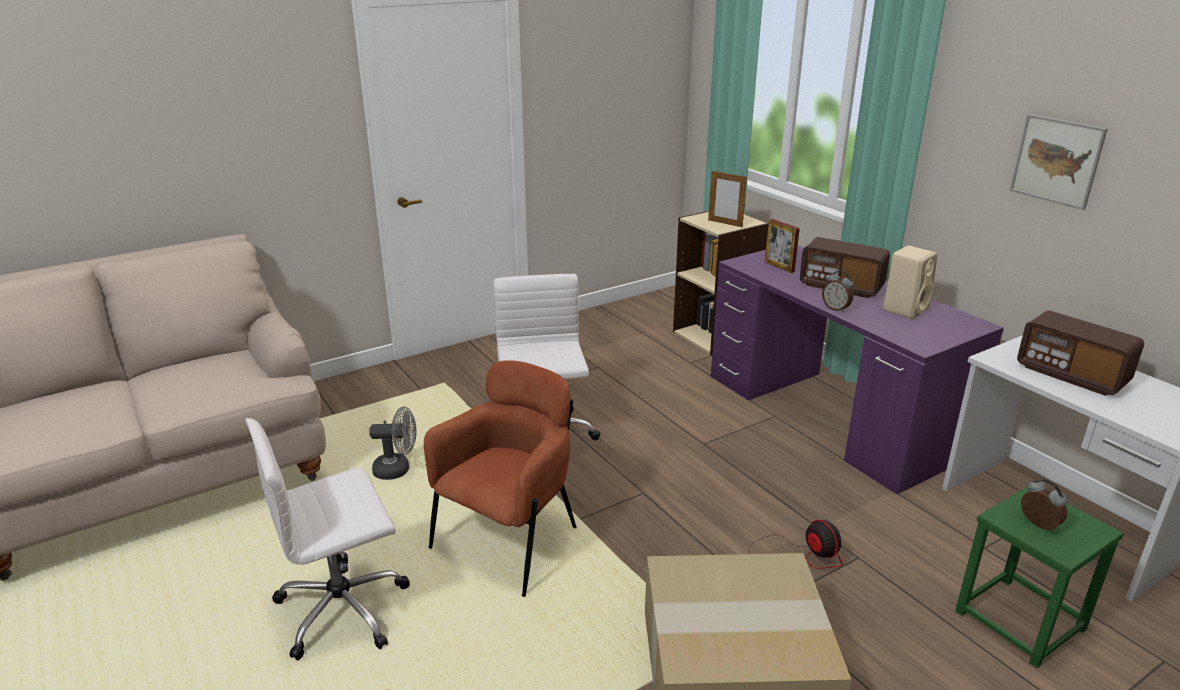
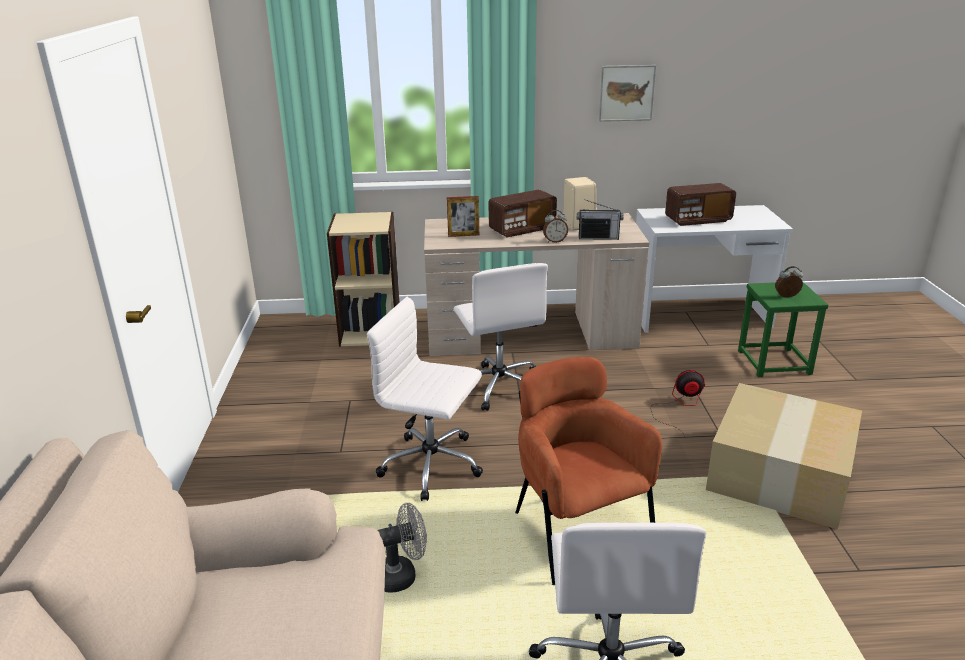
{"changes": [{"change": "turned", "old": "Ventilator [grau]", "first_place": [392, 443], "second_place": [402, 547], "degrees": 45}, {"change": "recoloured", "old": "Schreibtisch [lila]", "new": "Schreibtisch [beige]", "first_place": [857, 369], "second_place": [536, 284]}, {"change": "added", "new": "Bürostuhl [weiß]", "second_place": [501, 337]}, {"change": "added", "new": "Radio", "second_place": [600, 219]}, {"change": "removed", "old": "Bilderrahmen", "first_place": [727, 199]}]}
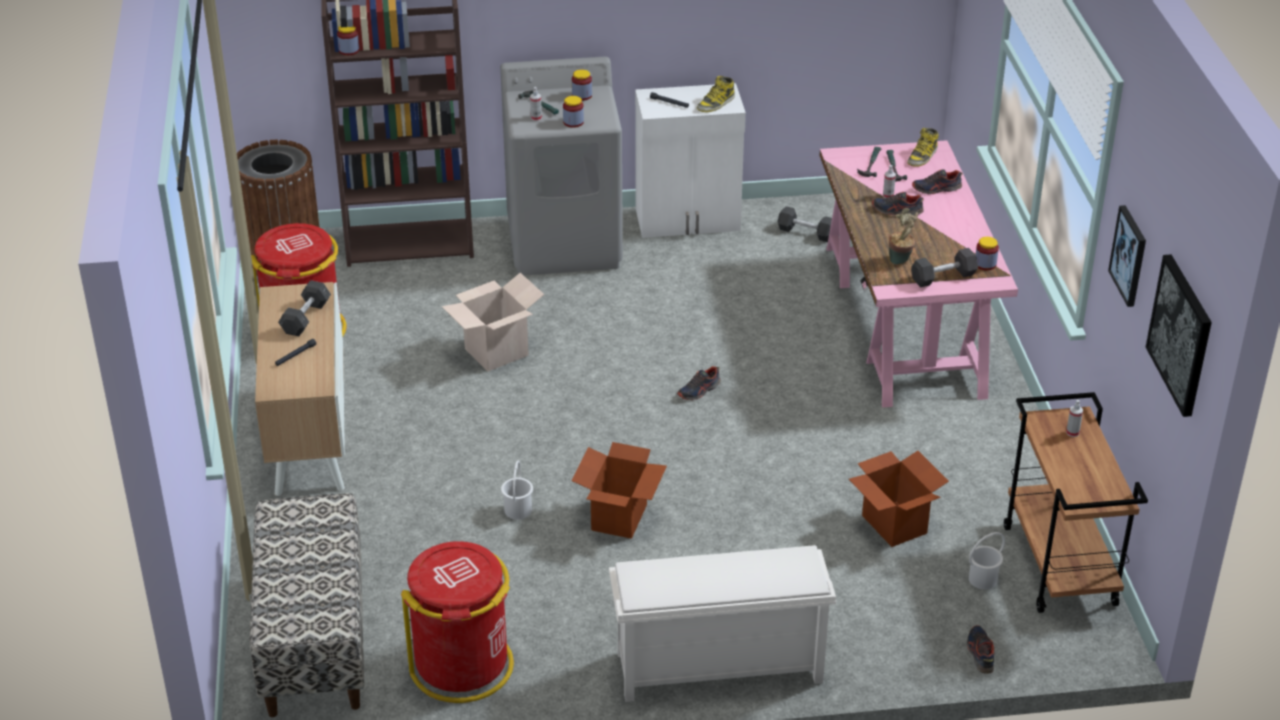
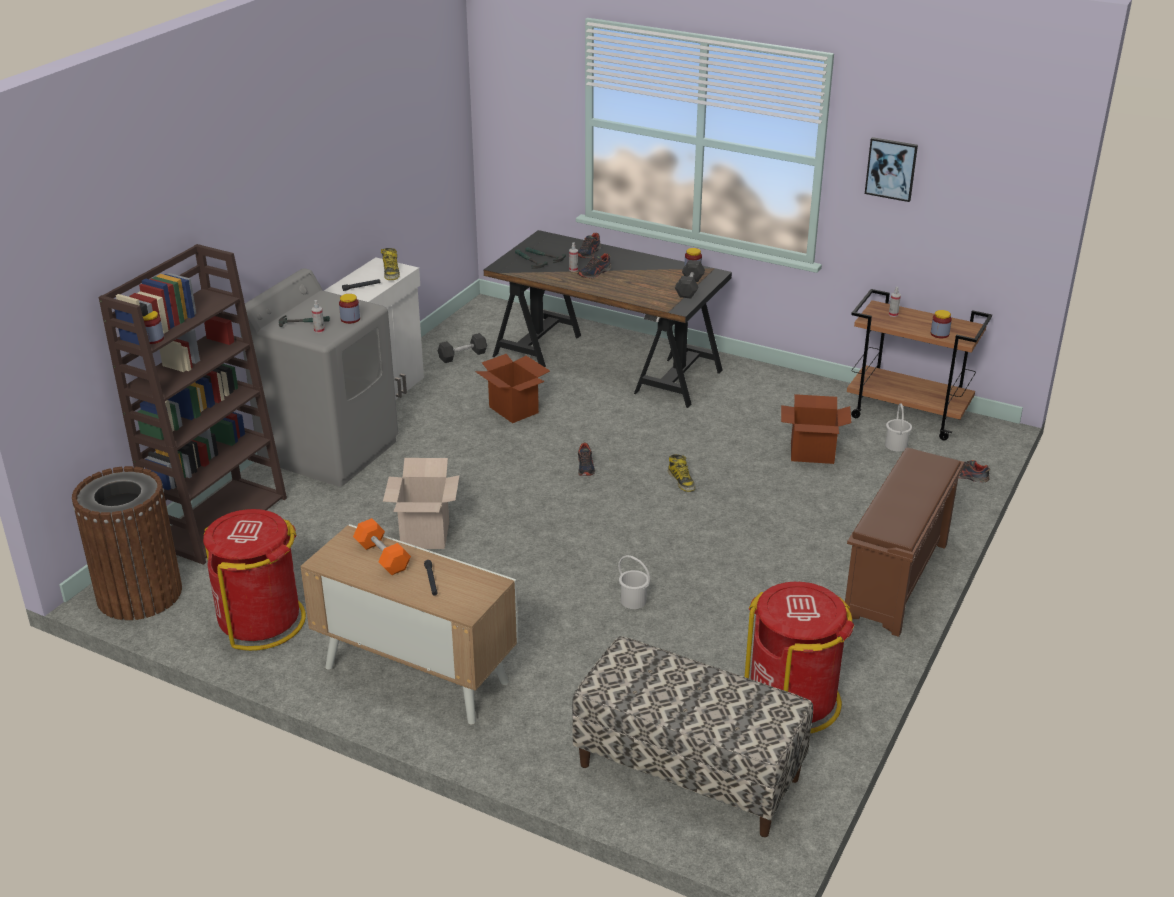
{"changes": [{"change": "recoloured", "old": "Hantel [grau]", "new": "Hantel [orange]", "first_place": [304, 308], "second_place": [382, 546]}, {"change": "moved", "old": "Karton", "first_place": [619, 490], "second_place": [512, 388]}, {"change": "recoloured", "old": "Schreibtisch [rosa]", "new": "Schreibtisch [schwarz]", "first_place": [918, 274], "second_place": [608, 319]}, {"change": "moved", "old": "Stiefel", "first_place": [923, 147], "second_place": [681, 473]}, {"change": "recoloured", "old": "Schuhregal [weiß]", "new": "Schuhregal [braun]", "first_place": [722, 623], "second_place": [904, 542]}, {"change": "moved", "old": "Vorratsglas", "first_place": [582, 85], "second_place": [941, 324]}, {"change": "removed", "old": "Topfpflanze", "first_place": [903, 236]}, {"change": "removed", "old": "Bild", "first_place": [1179, 336]}]}
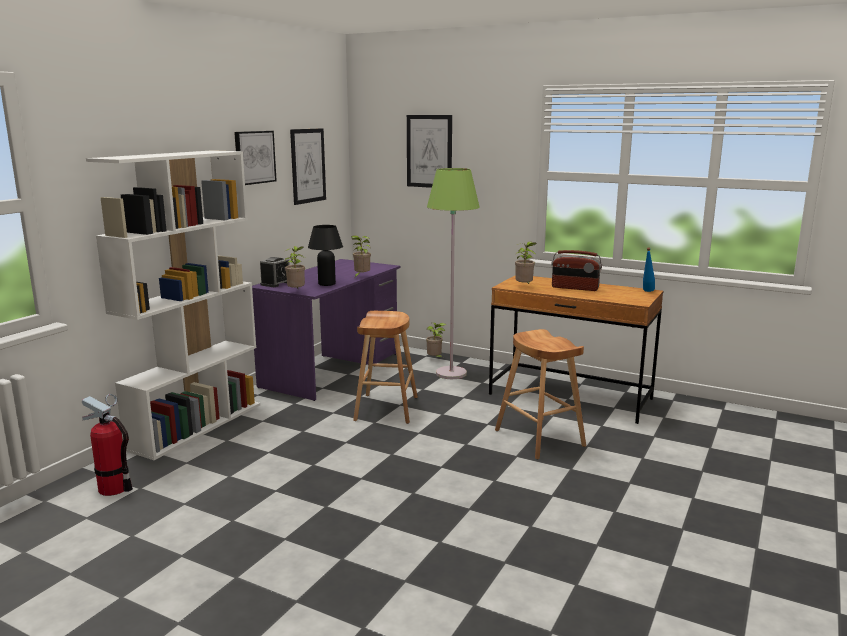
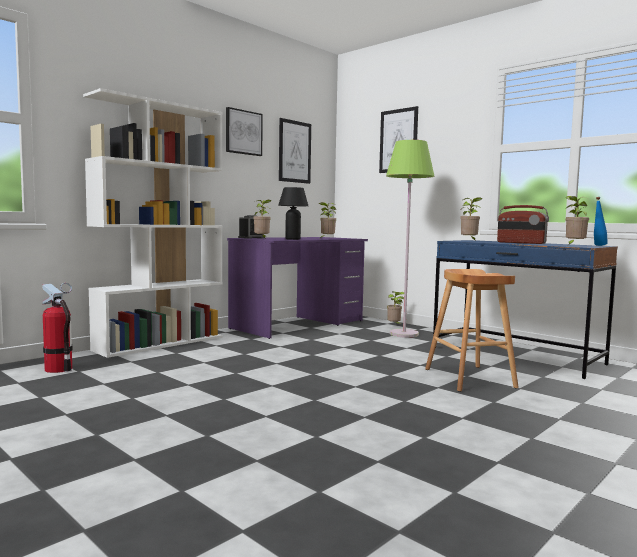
{"changes": [{"change": "recoloured", "old": "Schreibtisch [braun]", "new": "Schreibtisch [blau]", "first_place": [576, 349], "second_place": [525, 309]}, {"change": "added", "new": "Topfpflanze", "second_place": [577, 220]}, {"change": "removed", "old": "Hocker [braun]", "first_place": [385, 367]}]}
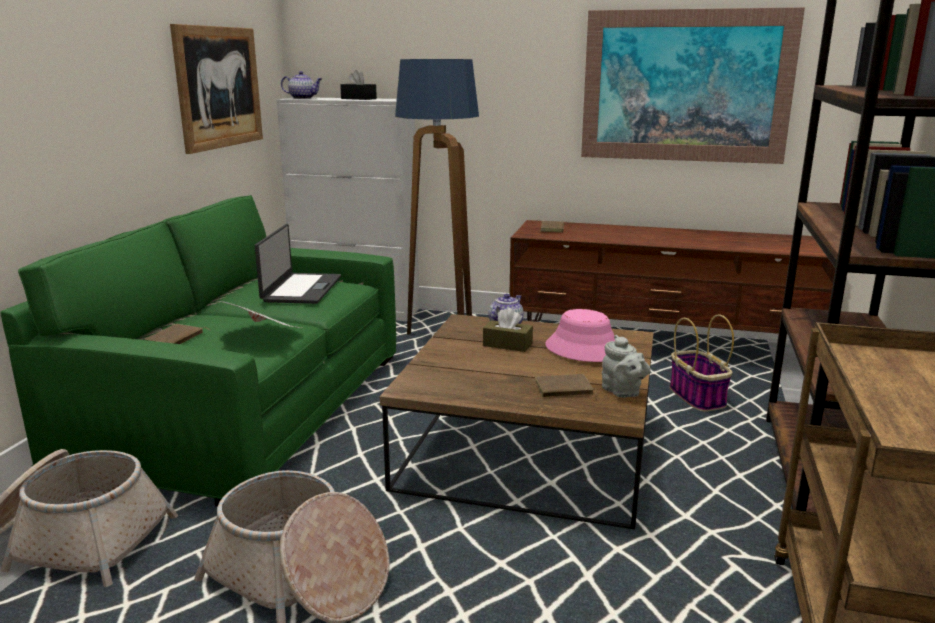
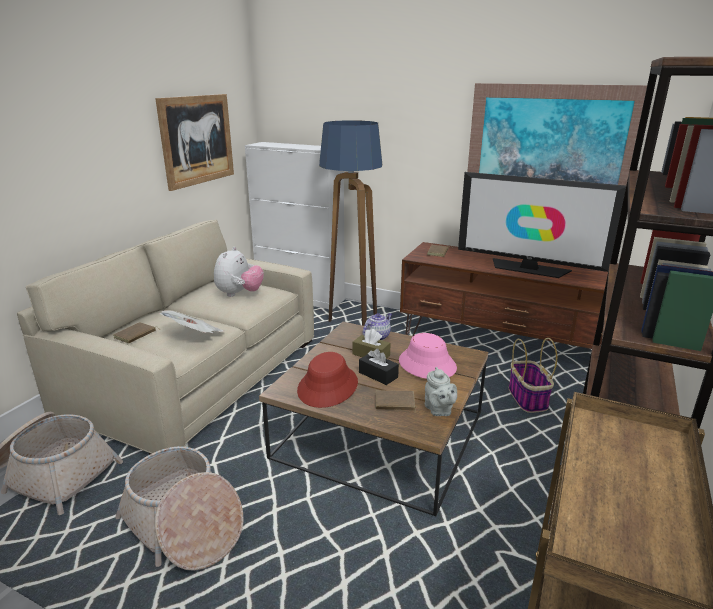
{"changes": [{"change": "recoloured", "old": "Sofa [grün]", "new": "Sofa [beige]", "first_place": [198, 351], "second_place": [165, 337]}, {"change": "replaced", "old": "Laptop", "new": "Plüschtier", "first_place": [298, 264], "second_place": [239, 272]}, {"change": "added", "new": "Hut [rot]", "second_place": [327, 380]}, {"change": "moved", "old": "Taschentuchbox [schwarz]", "first_place": [358, 85], "second_place": [379, 366]}, {"change": "added", "new": "Fernseher", "second_place": [542, 225]}, {"change": "removed", "old": "Teekanne", "first_place": [301, 85]}]}
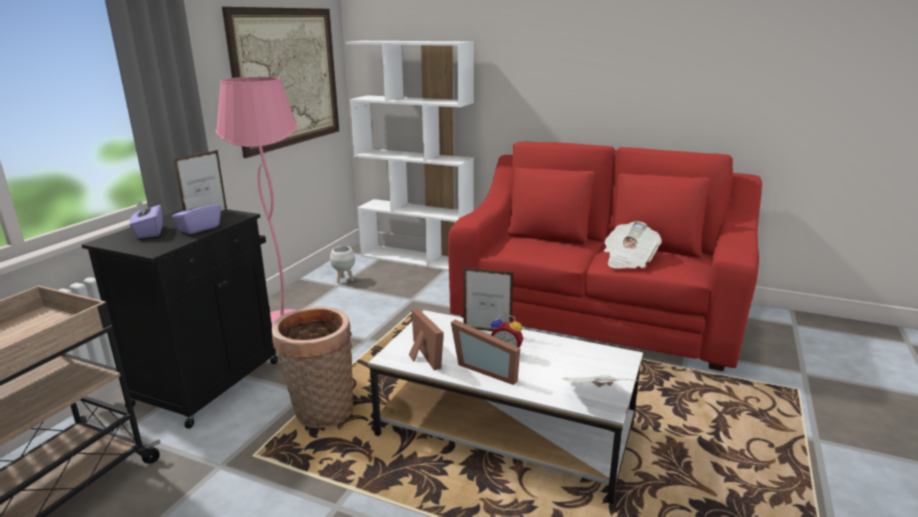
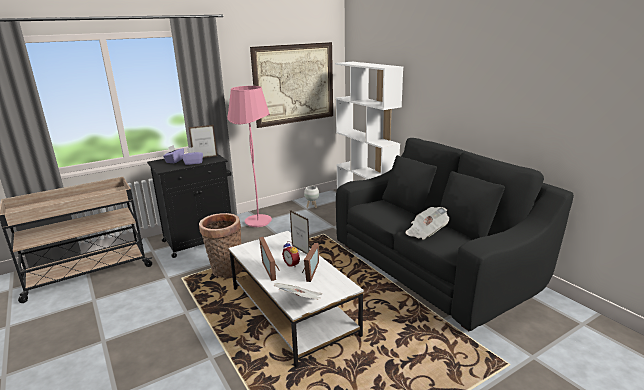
{"changes": [{"change": "moved", "old": "Bilderrahmen", "first_place": [426, 339], "second_place": [310, 262]}, {"change": "recoloured", "old": "Sofa [rot]", "new": "Sofa [schwarz]", "first_place": [605, 256], "second_place": [455, 234]}]}
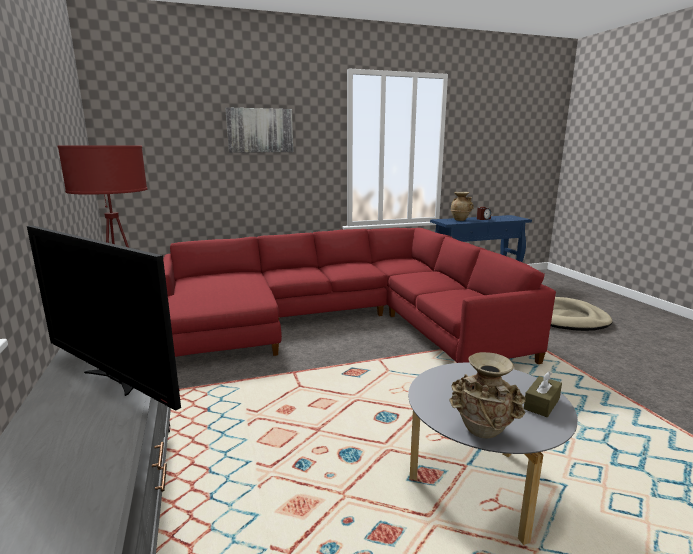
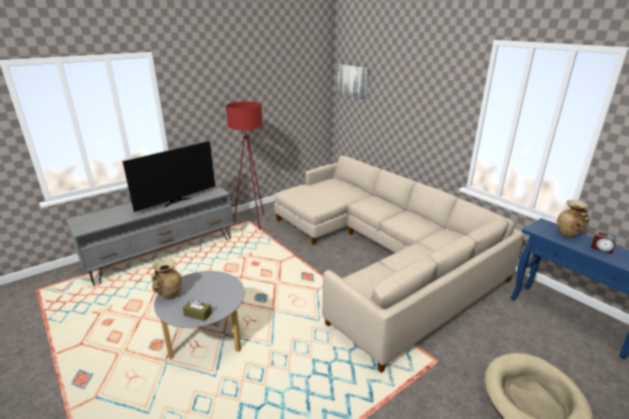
{"changes": [{"change": "turned", "old": "Fernseher", "first_place": [104, 318], "second_place": [168, 176], "degrees": -150}, {"change": "recoloured", "old": "Sofa [rot]", "new": "Sofa [beige]", "first_place": [359, 296], "second_place": [399, 264]}, {"change": "moved", "old": "Bild", "first_place": [259, 129], "second_place": [352, 82]}]}
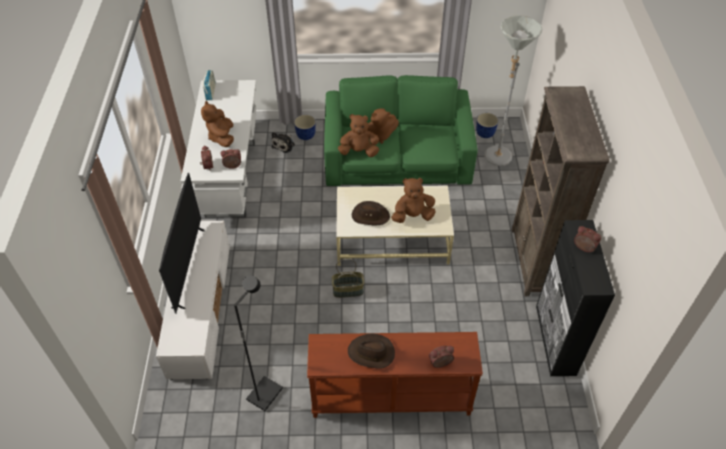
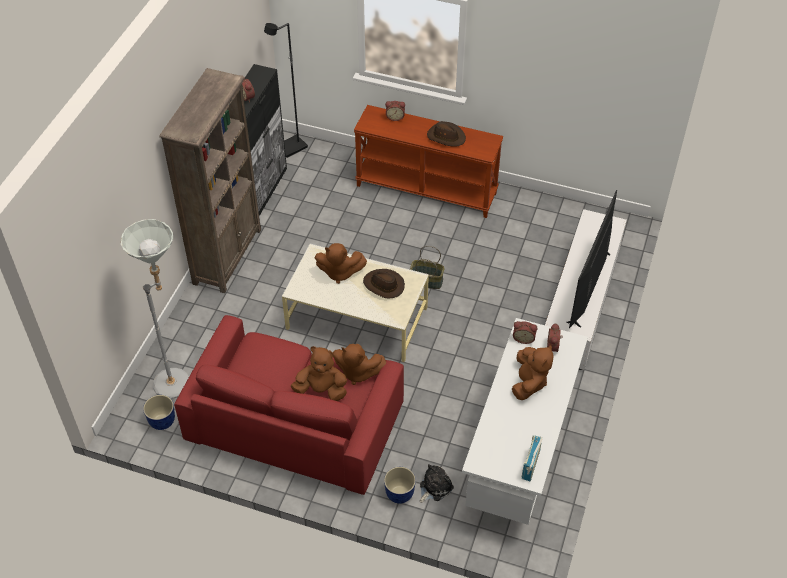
{"changes": [{"change": "recoloured", "old": "Sofa [grün]", "new": "Sofa [rot]", "first_place": [401, 130], "second_place": [289, 405]}, {"change": "moved", "old": "Stehlampe [schwarz]", "first_place": [258, 343], "second_place": [286, 90]}]}
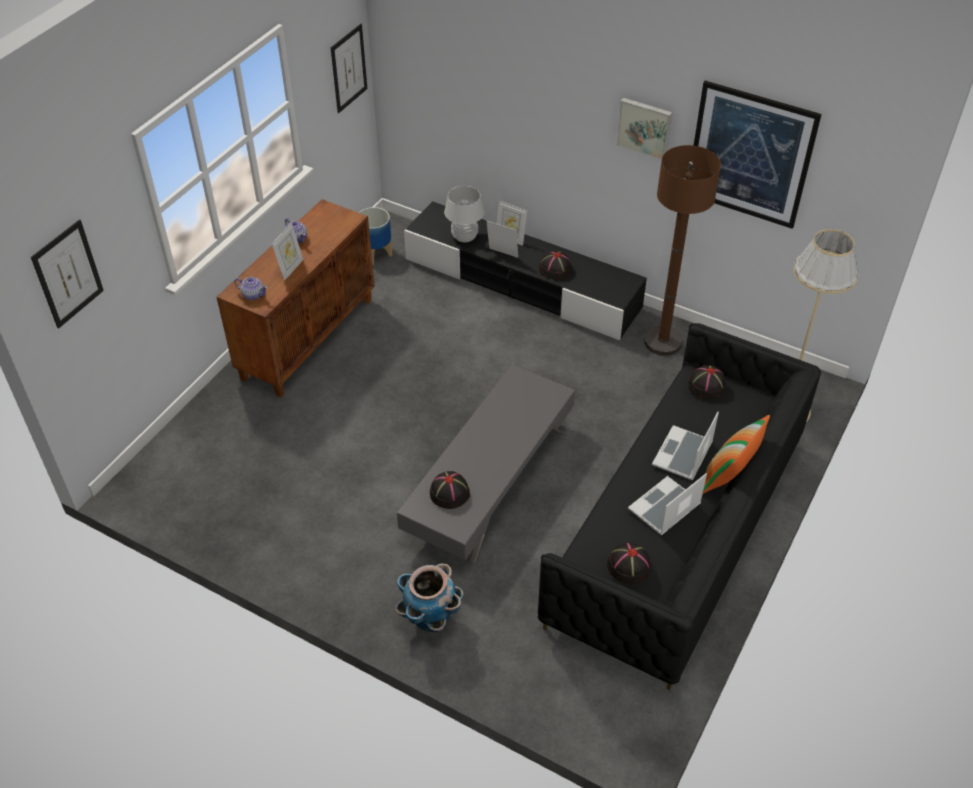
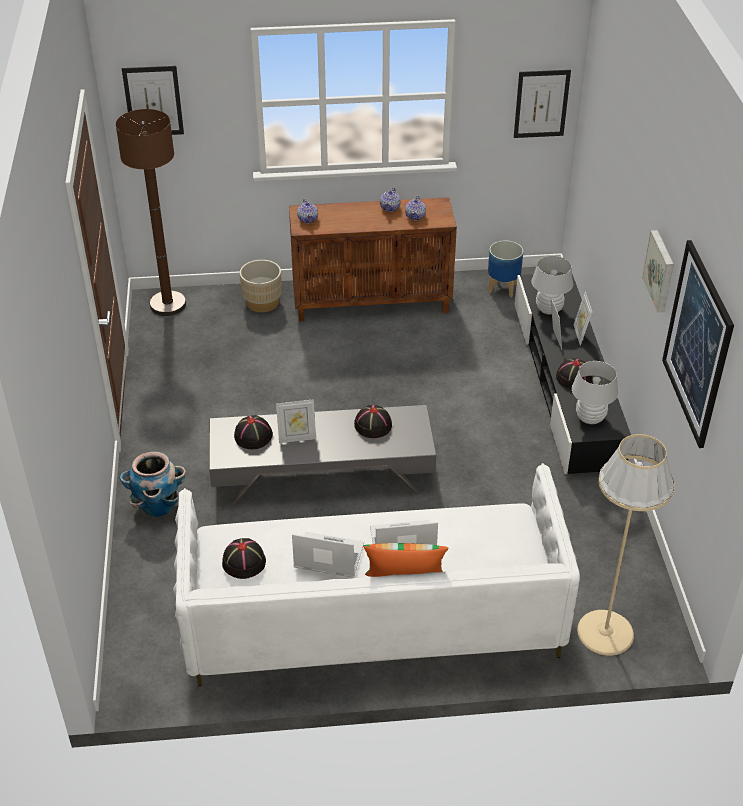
{"changes": [{"change": "moved", "old": "Stehlampe [braun]", "first_place": [682, 250], "second_place": [151, 212]}, {"change": "recoloured", "old": "Sofa [schwarz]", "new": "Sofa [weiß]", "first_place": [679, 506], "second_place": [376, 574]}, {"change": "added", "new": "Pflanzkübel [beige]", "second_place": [261, 286]}, {"change": "moved", "old": "Bilderrahmen", "first_place": [287, 252], "second_place": [296, 421]}, {"change": "moved", "old": "Hut [schwarz]", "first_place": [707, 382], "second_place": [373, 421]}, {"change": "added", "new": "Teekanne", "second_place": [415, 208]}, {"change": "added", "new": "Tischlampe [weiß]", "second_place": [595, 392]}]}
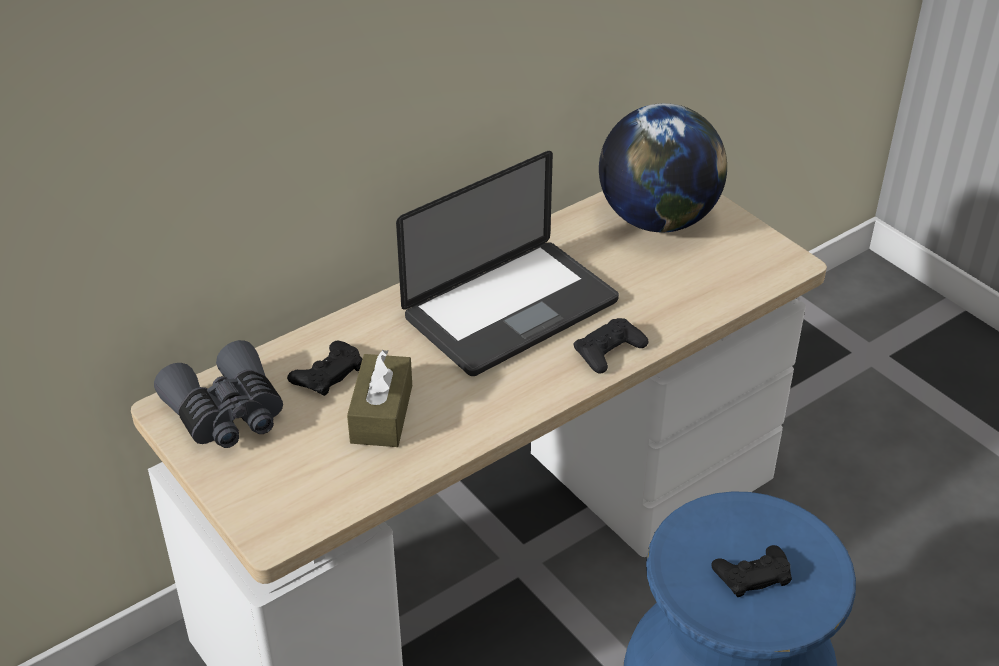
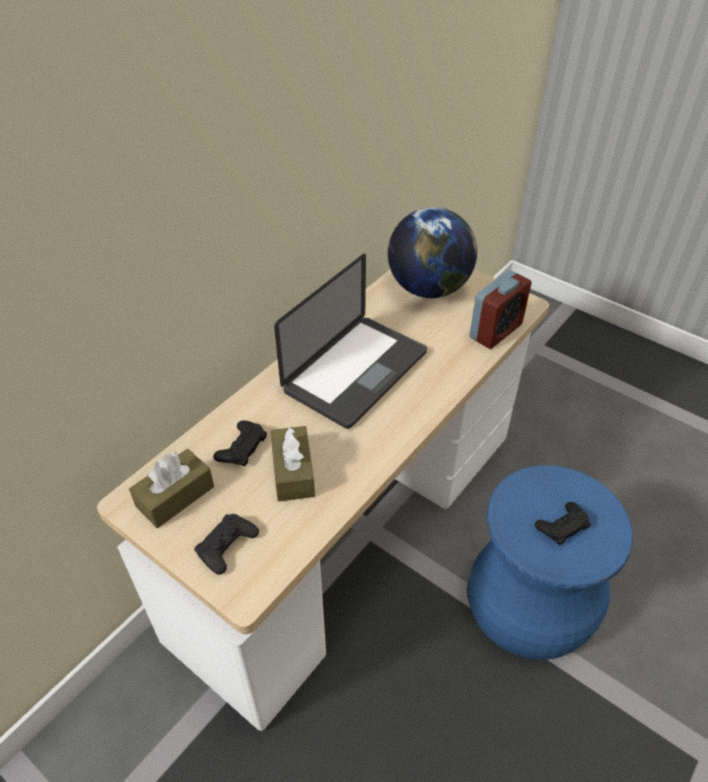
{"changes": [{"change": "replaced", "old": "Fernglas [grau]", "new": "Taschentuchbox [braun]", "first_place": [218, 394], "second_place": [171, 488]}, {"change": "moved", "old": "Gamepad [schwarz]", "first_place": [611, 346], "second_place": [226, 544]}, {"change": "added", "new": "Wecker", "second_place": [500, 309]}]}
